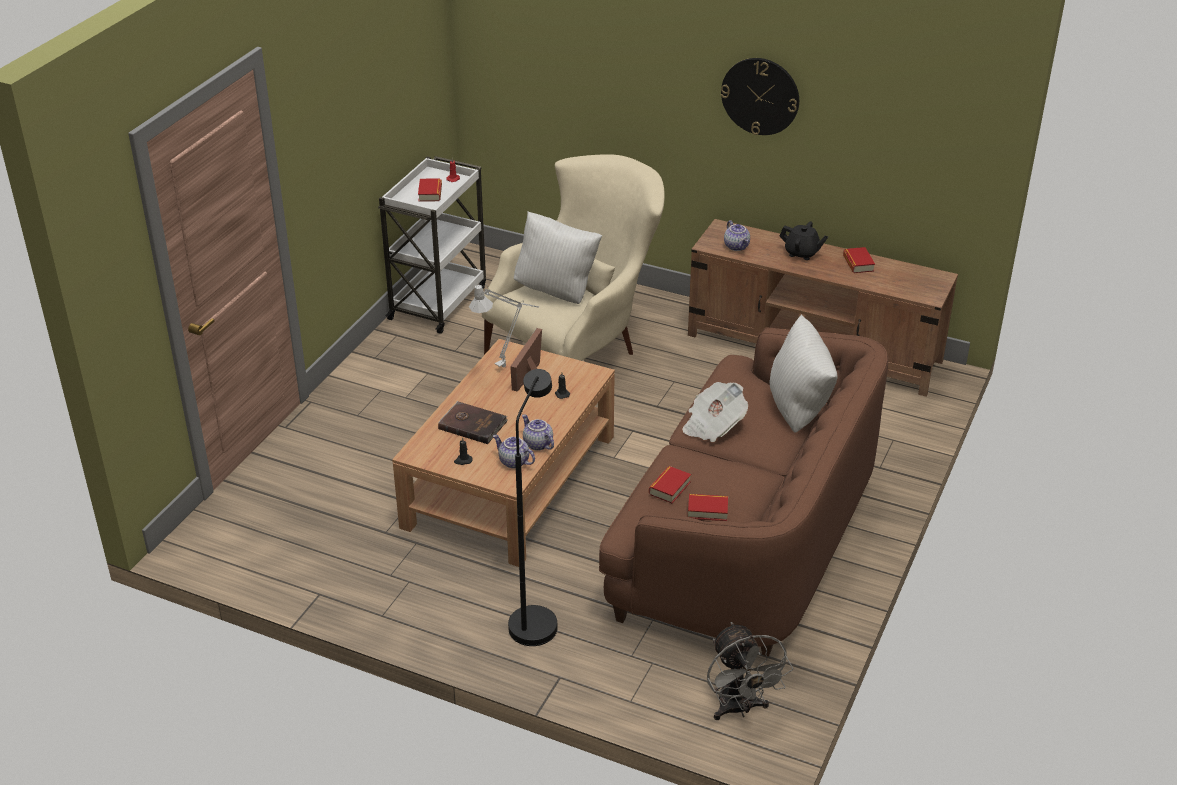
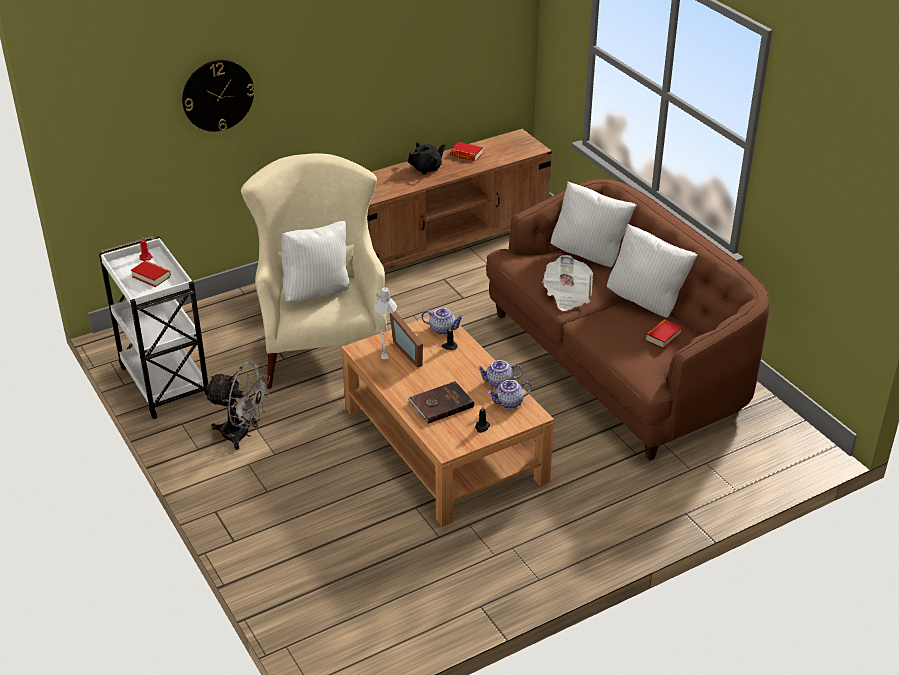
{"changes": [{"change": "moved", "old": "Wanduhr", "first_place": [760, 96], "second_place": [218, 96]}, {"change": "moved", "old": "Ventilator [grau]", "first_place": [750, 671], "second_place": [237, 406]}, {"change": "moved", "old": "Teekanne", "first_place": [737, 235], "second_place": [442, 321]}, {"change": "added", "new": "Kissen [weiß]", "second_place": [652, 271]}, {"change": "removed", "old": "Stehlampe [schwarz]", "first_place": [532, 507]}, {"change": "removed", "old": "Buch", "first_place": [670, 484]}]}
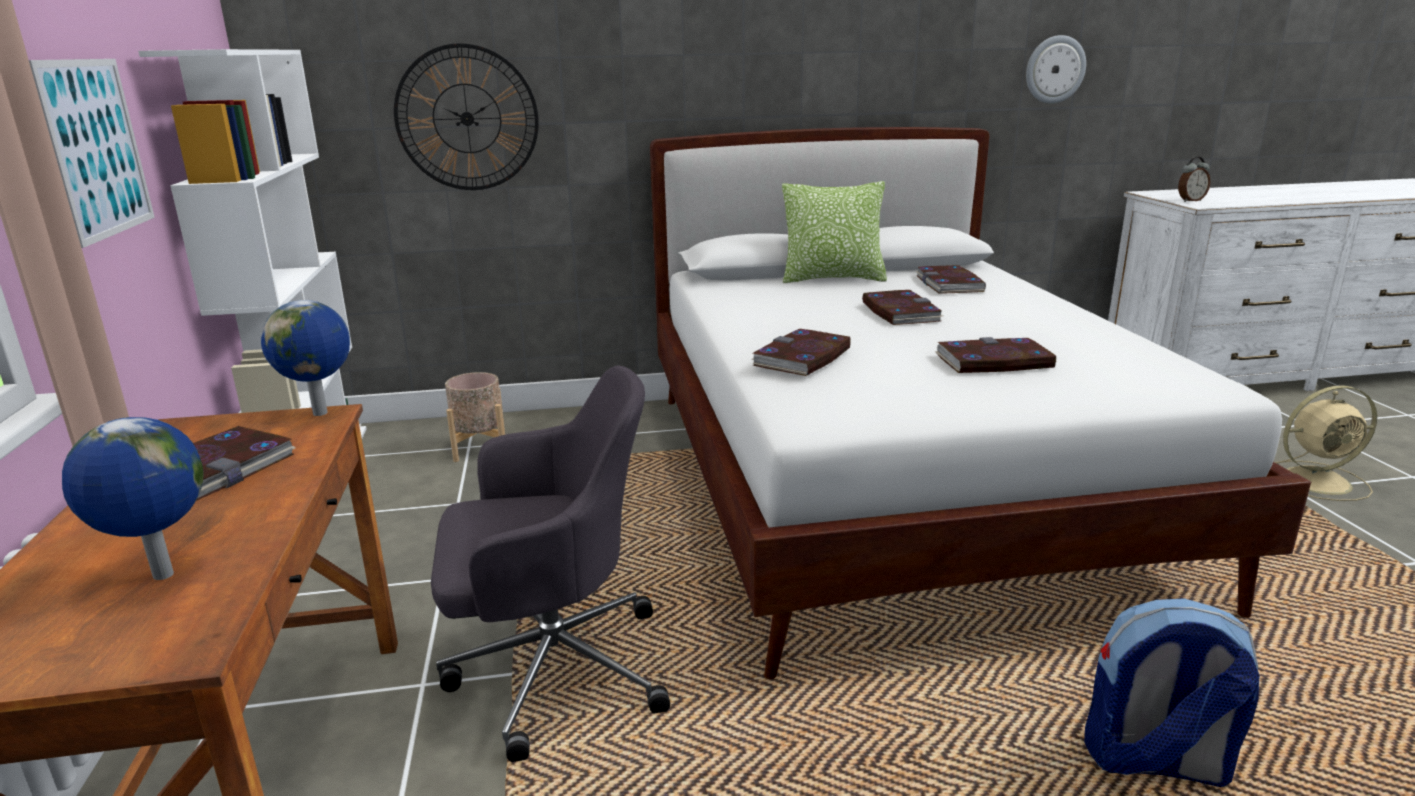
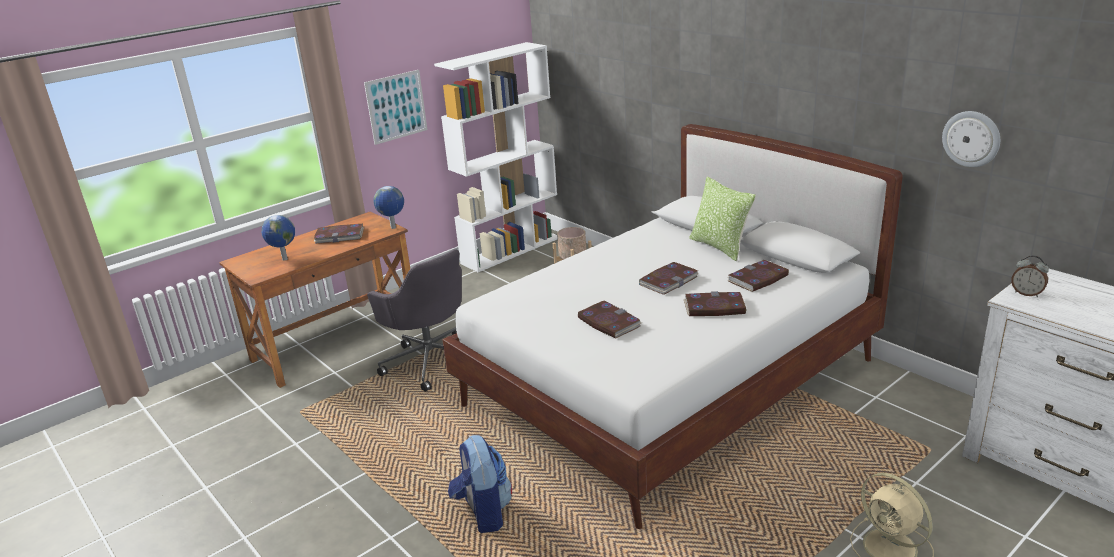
{"changes": [{"change": "moved", "old": "Buch", "first_place": [801, 352], "second_place": [715, 303]}, {"change": "removed", "old": "Wanduhr", "first_place": [466, 116]}]}
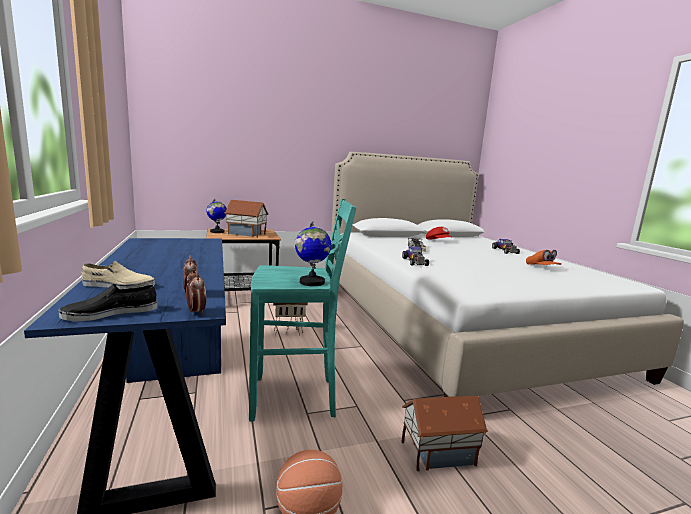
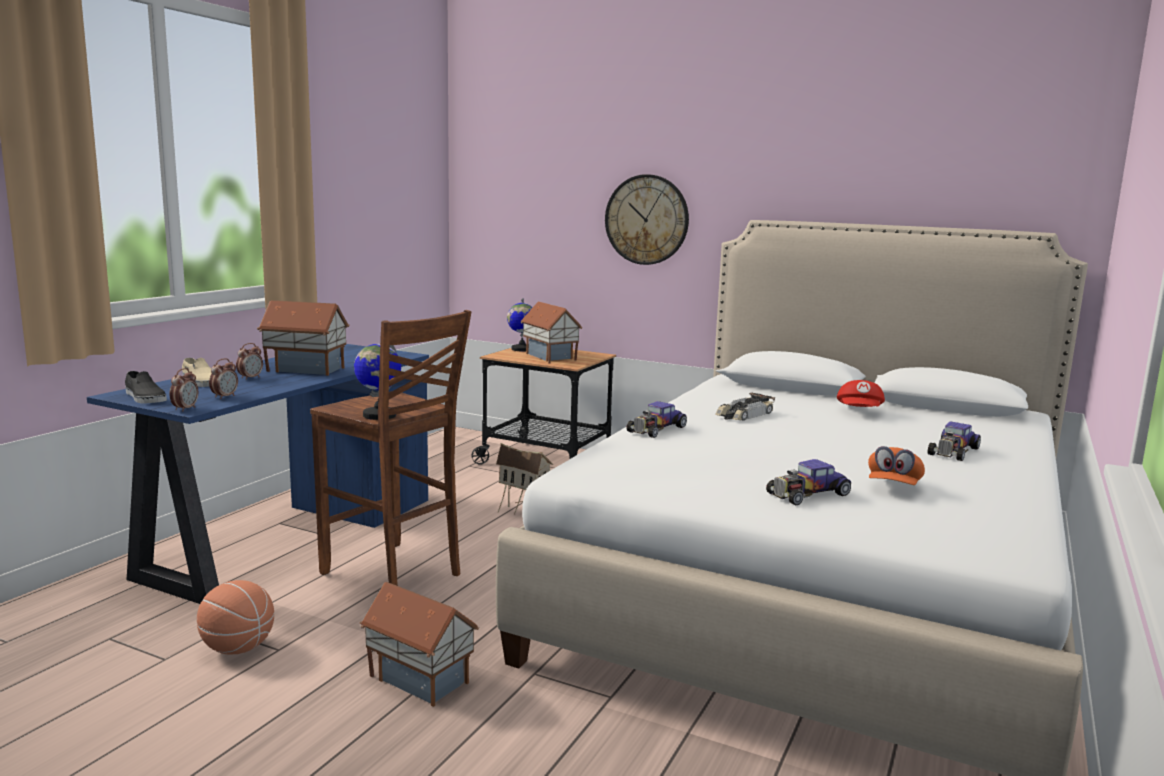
{"changes": [{"change": "turned", "old": "Schuh [schwarz]", "first_place": [108, 302], "second_place": [146, 387], "degrees": -150}, {"change": "added", "new": "Wecker", "second_place": [249, 361]}, {"change": "added", "new": "Spielzeughaus", "second_place": [303, 338]}, {"change": "recoloured", "old": "Hocker [türkis]", "new": "Hocker [braun]", "first_place": [303, 310], "second_place": [391, 448]}, {"change": "added", "new": "Wanduhr", "second_place": [647, 219]}, {"change": "added", "new": "Spielzeugauto", "second_place": [808, 482]}]}
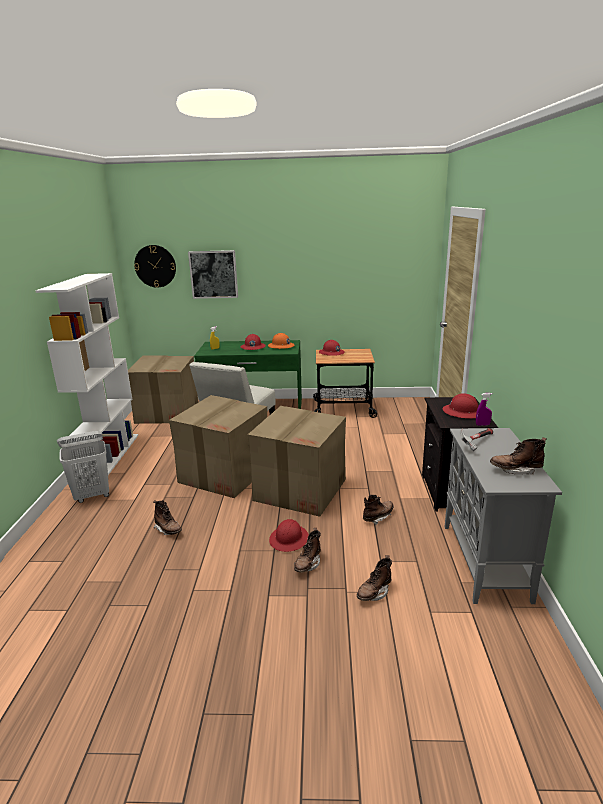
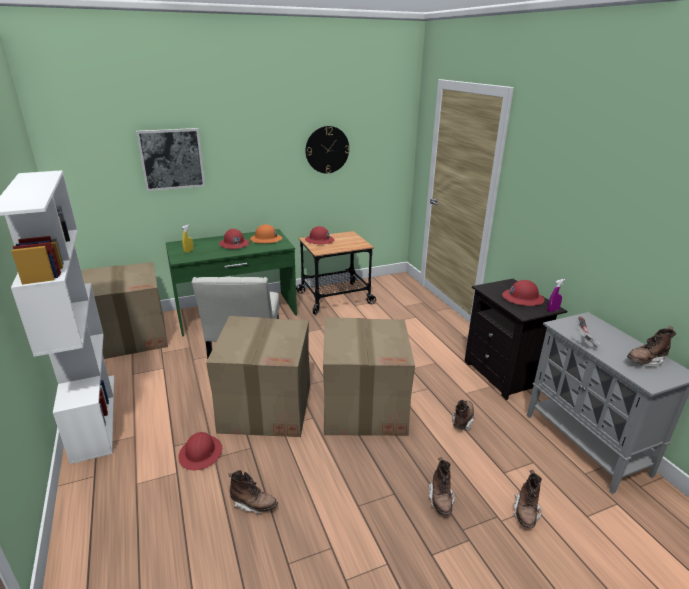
{"changes": [{"change": "moved", "old": "Schutzhelm [rot]", "first_place": [289, 535], "second_place": [200, 451]}, {"change": "moved", "old": "Wanduhr", "first_place": [155, 266], "second_place": [328, 150]}, {"change": "removed", "old": "Wäschekorb [weiß]", "first_place": [83, 467]}]}
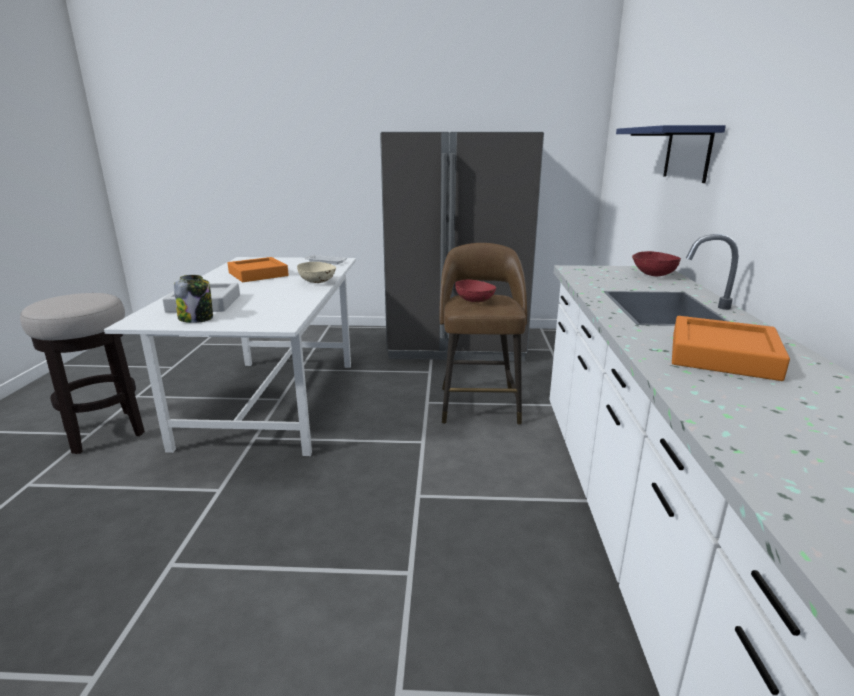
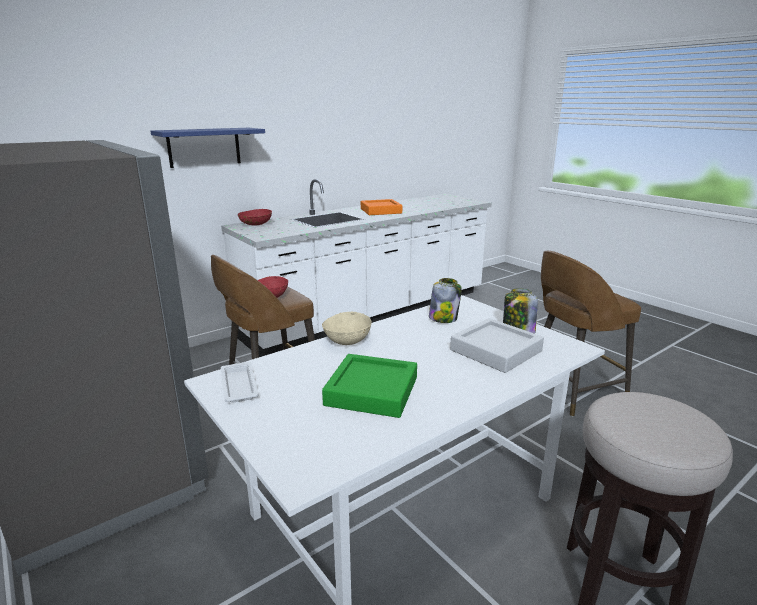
{"changes": [{"change": "recoloured", "old": "Tablett [orange]", "new": "Tablett [grün]", "first_place": [258, 269], "second_place": [369, 386]}, {"change": "added", "new": "Vorratsglas", "second_place": [445, 300]}, {"change": "added", "new": "Hocker [braun]", "second_place": [591, 333]}]}
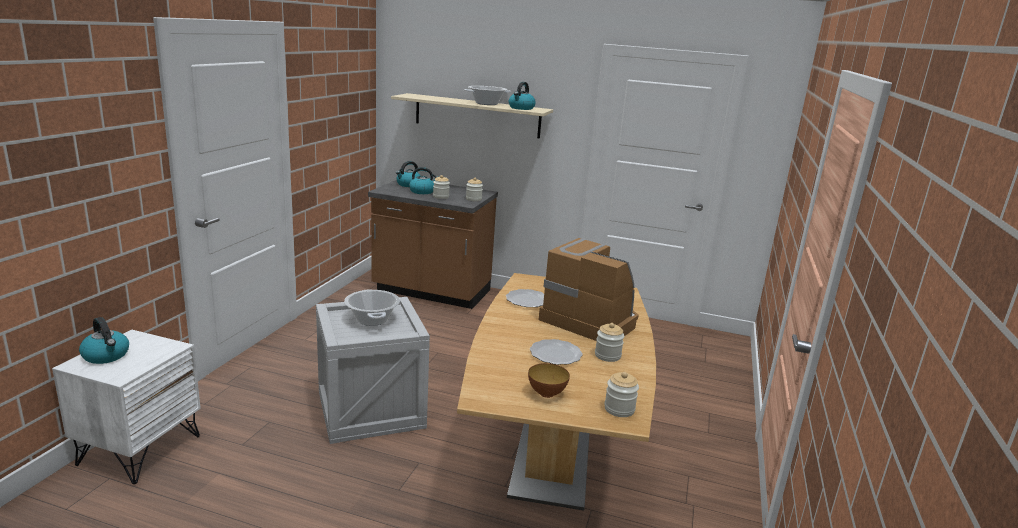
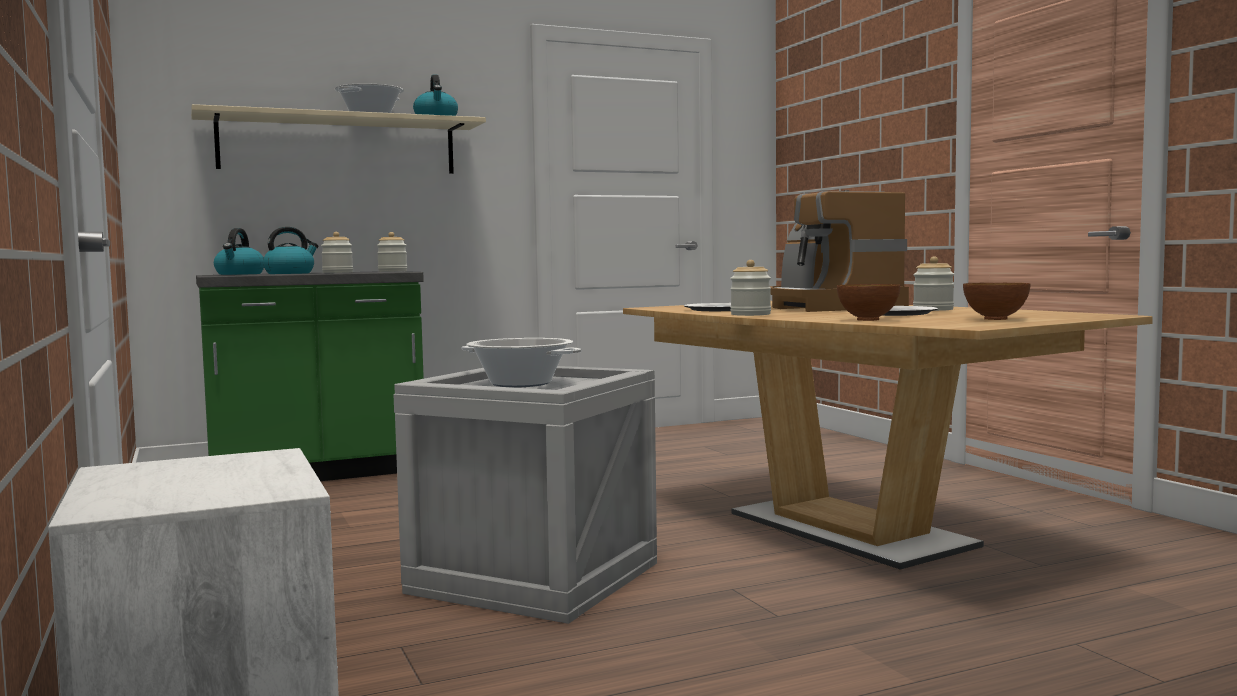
{"changes": [{"change": "recoloured", "old": "Küchenzeile [braun]", "new": "Küchenzeile [grün]", "first_place": [433, 244], "second_place": [310, 376]}, {"change": "moved", "old": "Vorratsglas", "first_place": [621, 394], "second_place": [750, 288]}, {"change": "turned", "old": "Kaffeemaschine", "first_place": [589, 289], "second_place": [839, 251], "degrees": -105}, {"change": "added", "new": "Schüssel", "second_place": [868, 302]}, {"change": "removed", "old": "Wasserkessel", "first_place": [104, 340]}]}
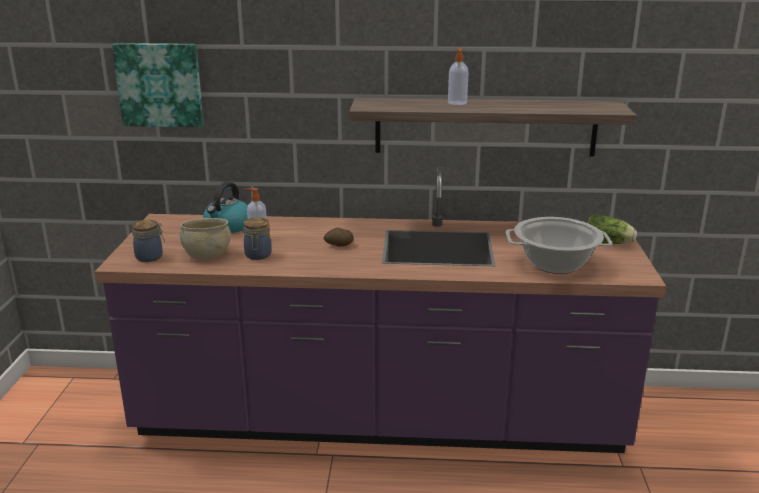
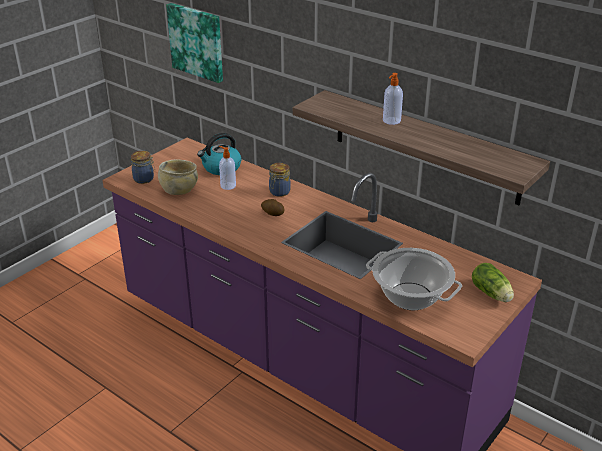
{"changes": [{"change": "moved", "old": "Vorratsglas", "first_place": [257, 238], "second_place": [280, 180]}]}
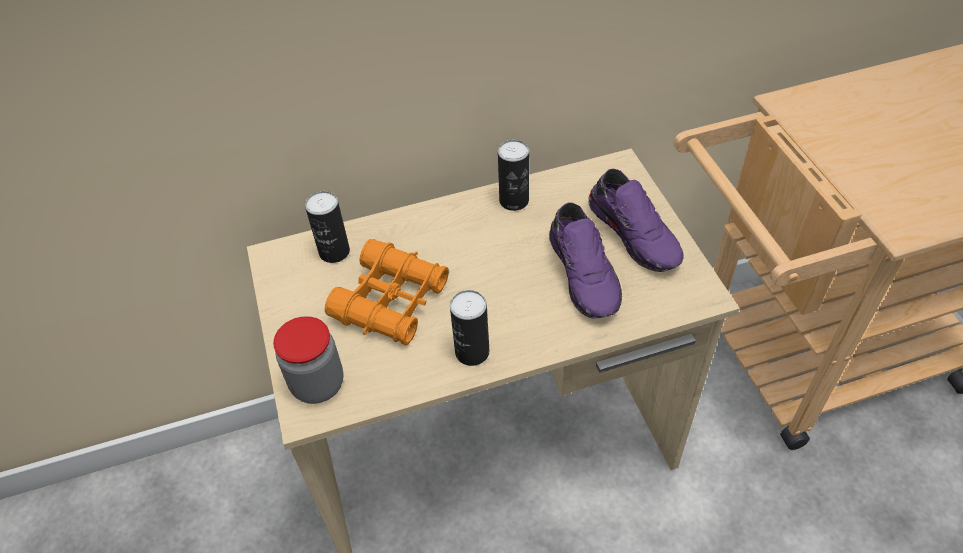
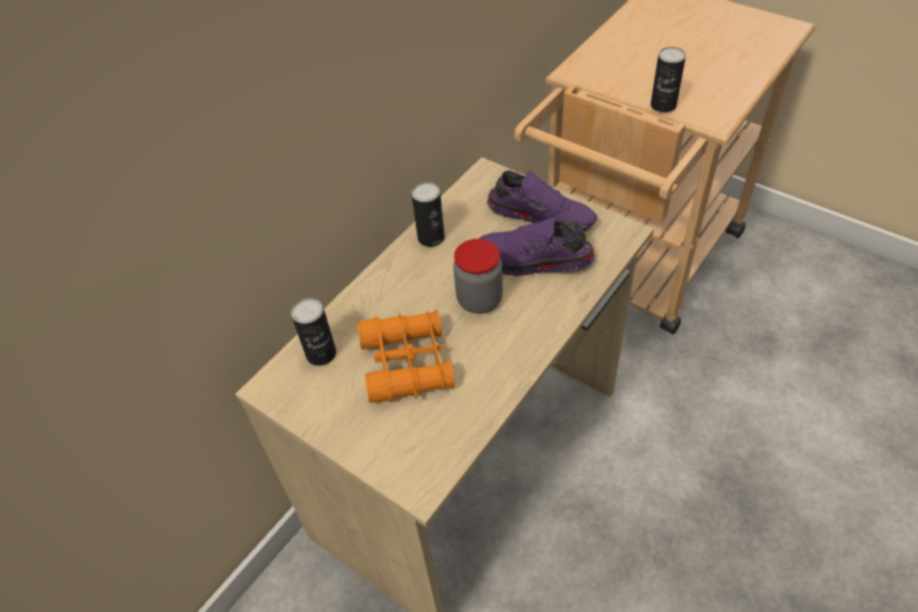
{"changes": [{"change": "moved", "old": "Vorratsglas", "first_place": [308, 360], "second_place": [478, 276]}, {"change": "turned", "old": "Schuh [lila]", "first_place": [585, 261], "second_place": [537, 246], "degrees": 150}, {"change": "moved", "old": "Dose", "first_place": [469, 328], "second_place": [668, 79]}]}
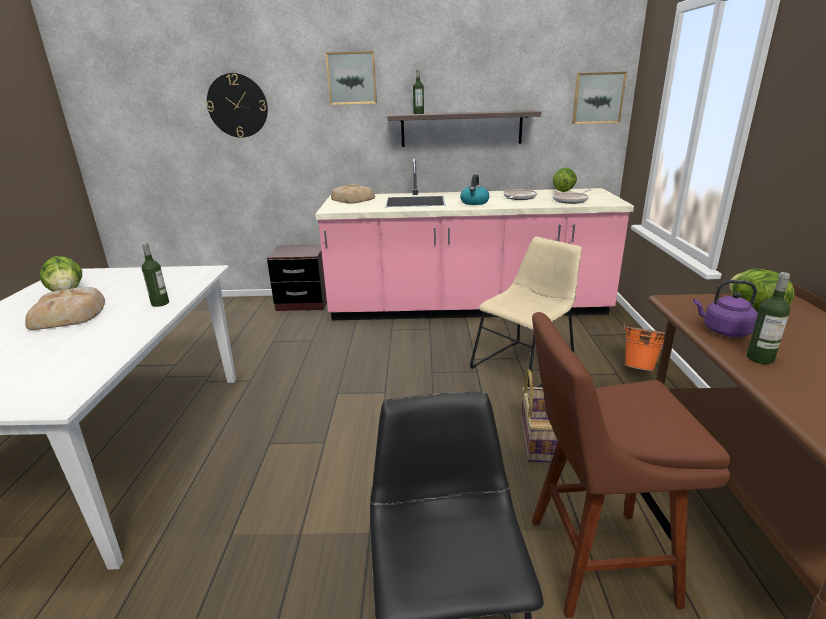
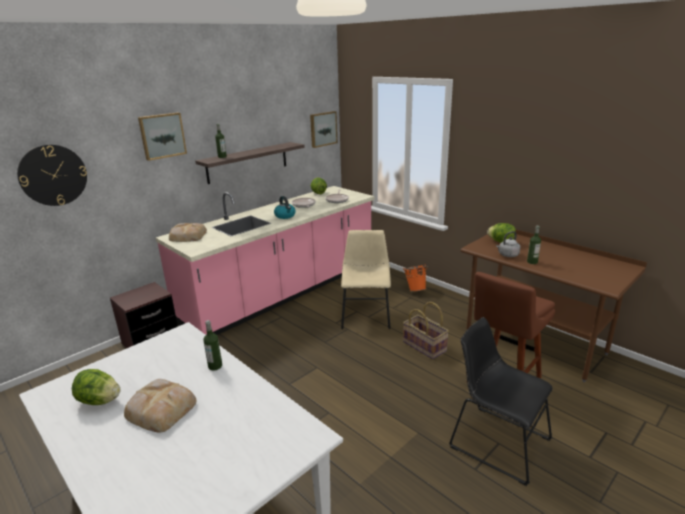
{"changes": [{"change": "recoloured", "old": "Wasserkessel [lila]", "new": "Wasserkessel [grau]", "first_place": [725, 308], "second_place": [508, 244]}]}
